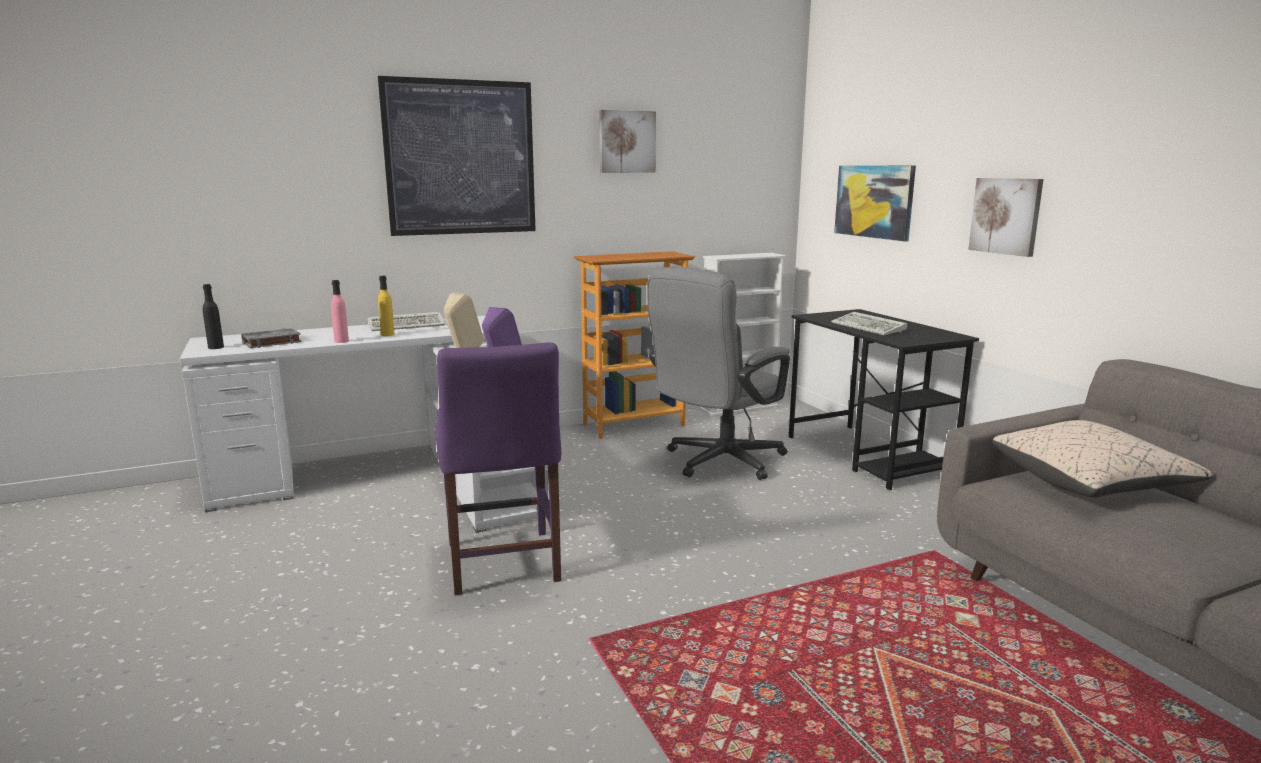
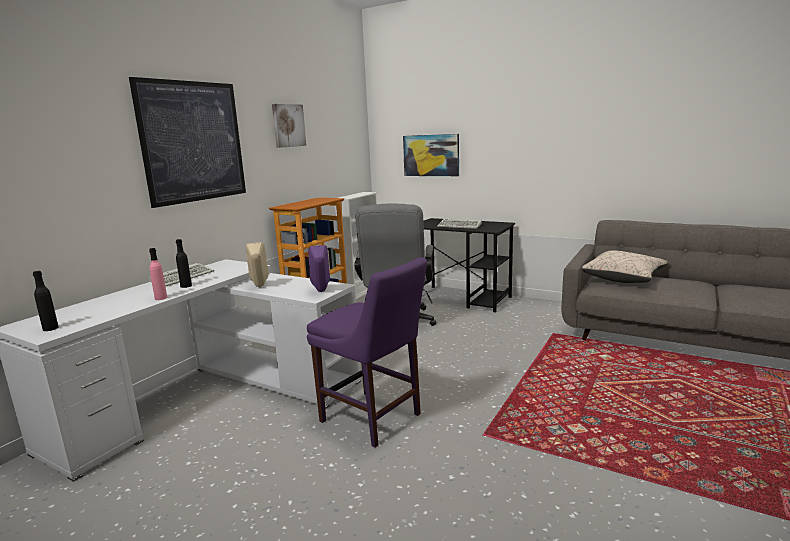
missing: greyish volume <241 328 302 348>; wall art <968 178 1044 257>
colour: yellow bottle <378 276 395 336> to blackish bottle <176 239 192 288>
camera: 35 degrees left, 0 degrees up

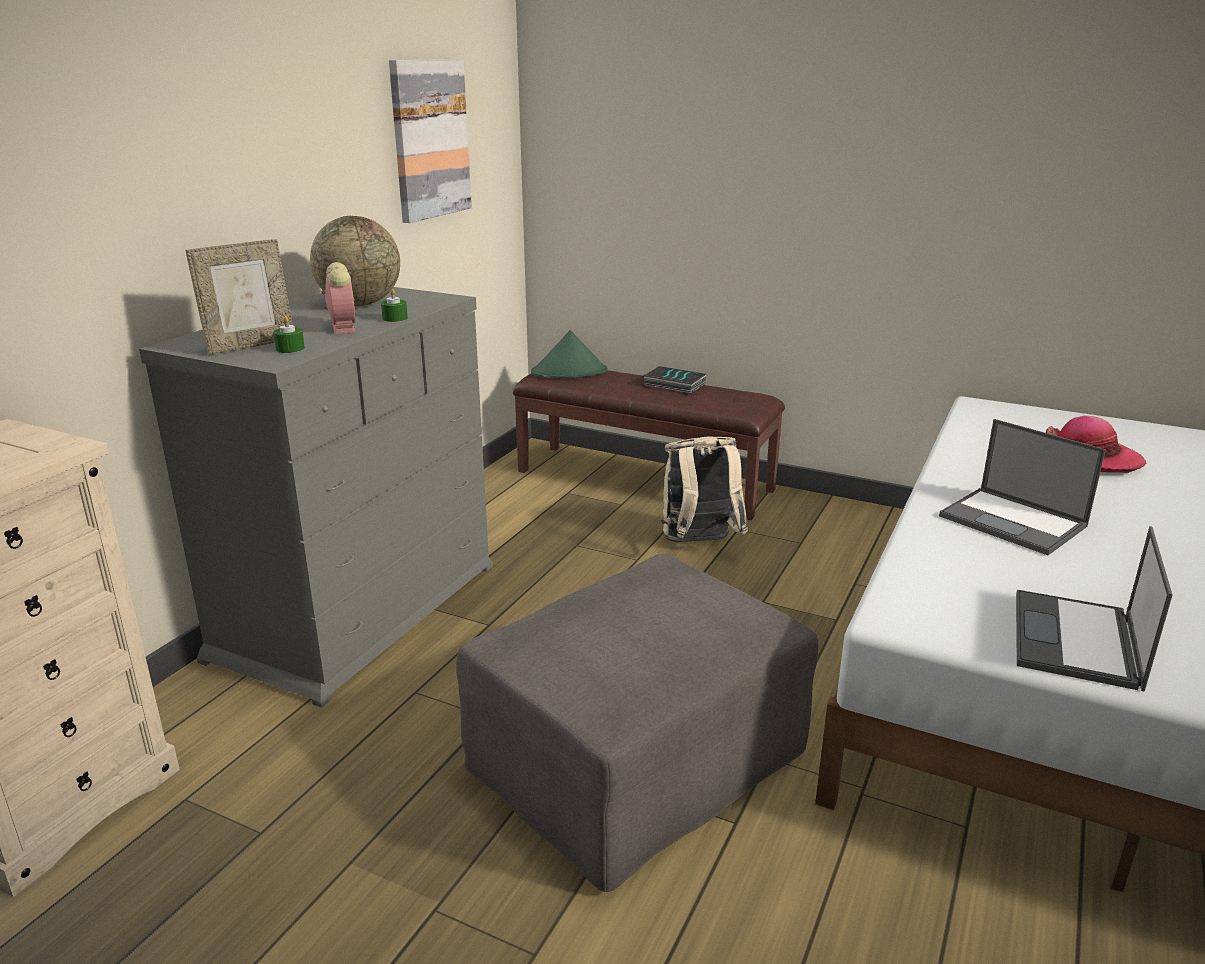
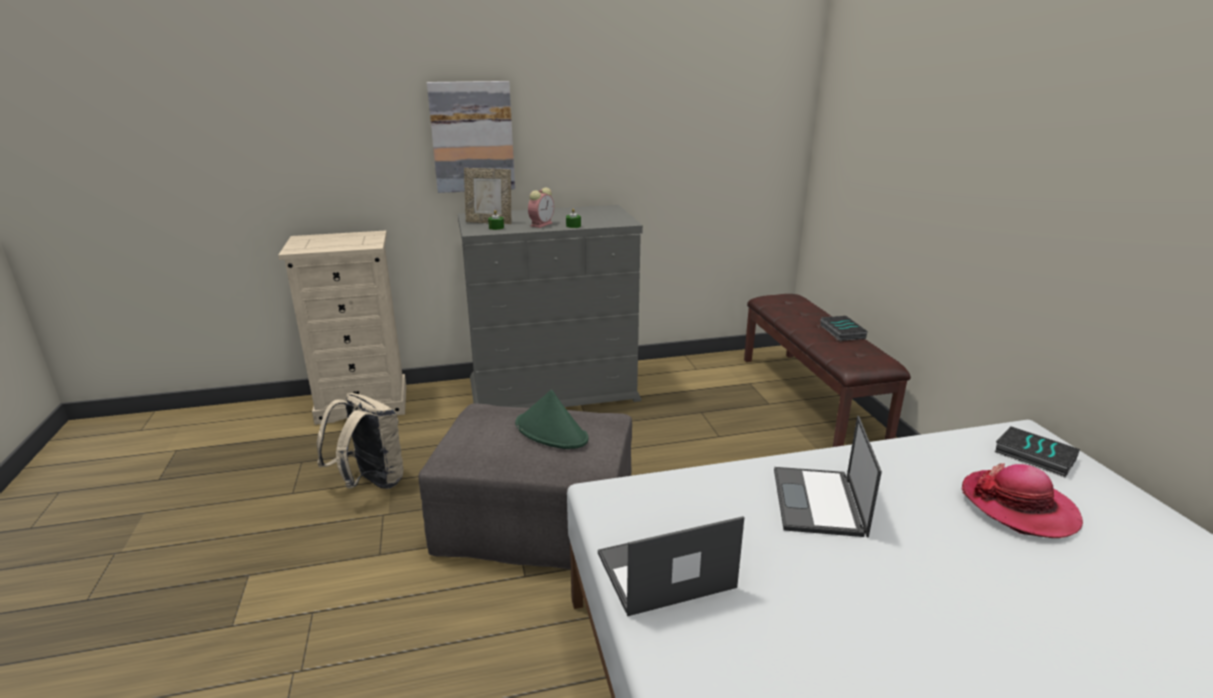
missing: world globe <310 216 400 306>
appeared: volume <995 426 1080 477>
relocated: beige backpack <661 436 748 542> to <317 393 403 489>; wall art <389 59 472 223> to <427 81 515 193>; green clothing hat <531 330 607 378> to <515 390 588 449>
camera: 50 degrees right, 0 degrees up

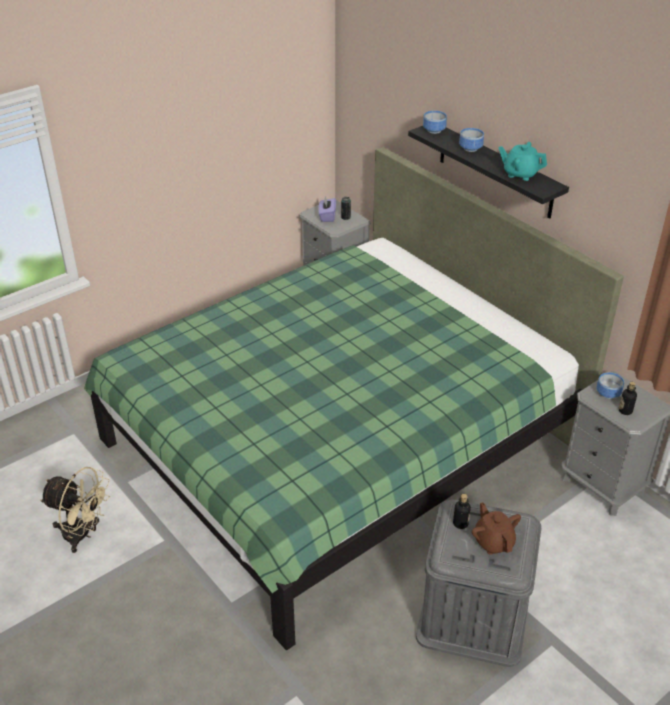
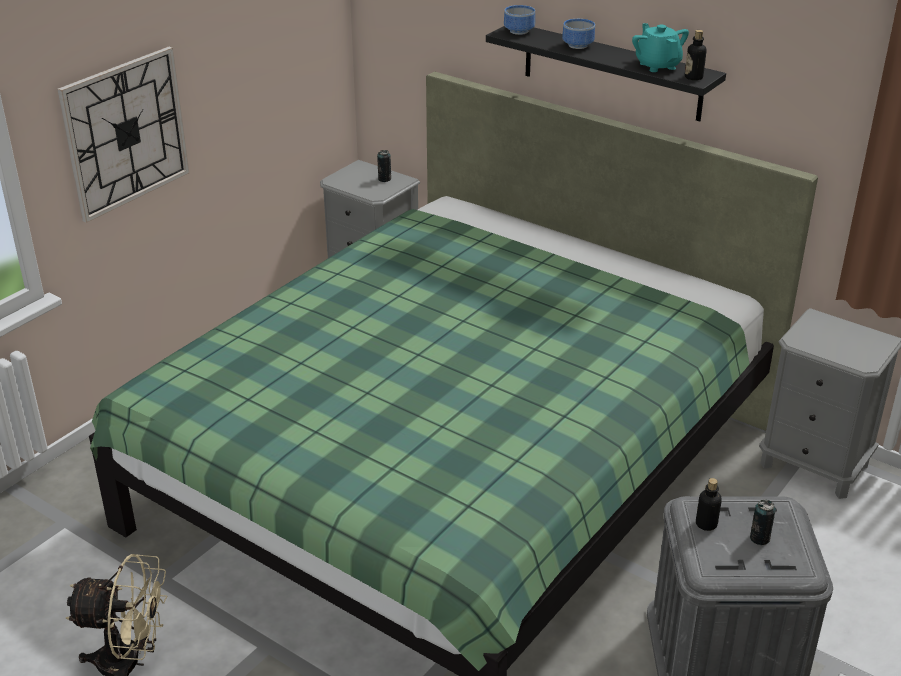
missing: purplish tissue holder <318 196 336 222>; bowl <596 372 624 399>
appeared: wall clock <57 47 189 223>
relocated: bottle <619 382 637 415> to <685 30 707 80>
exchanged: brown-coloured tea pot <472 502 521 555> to metal can <750 500 776 545>
spun: turquoise tea pot <499 142 547 181> = <632 23 689 72> 60 degrees clockwise
camera: 15 degrees left, 5 degrees down

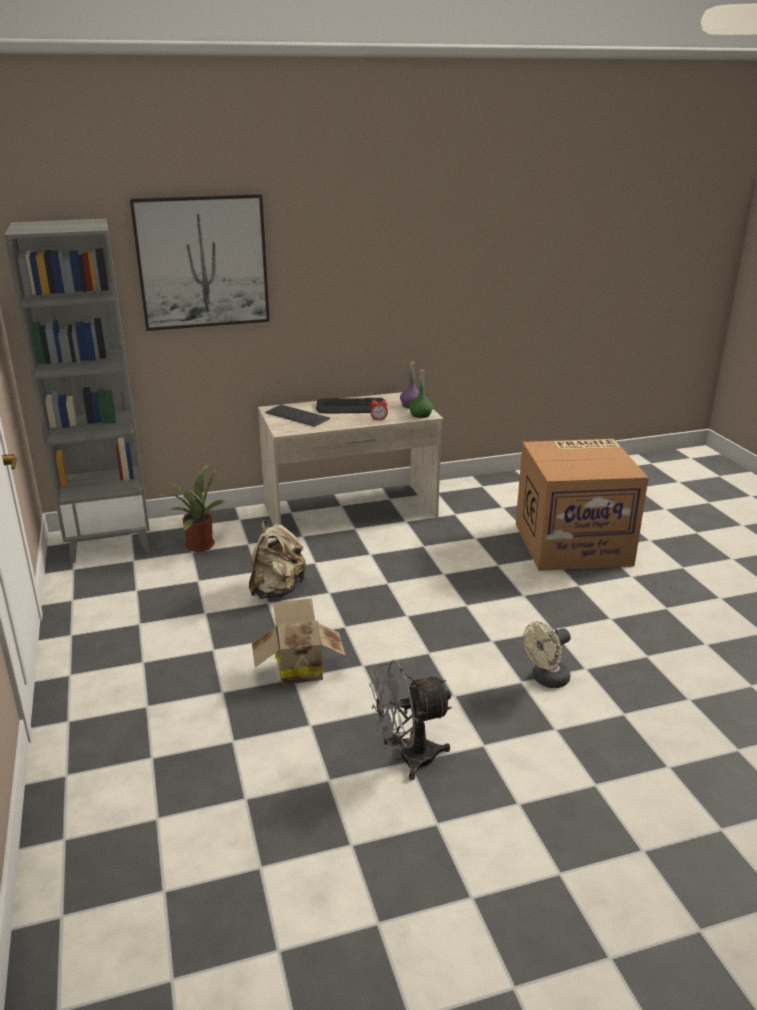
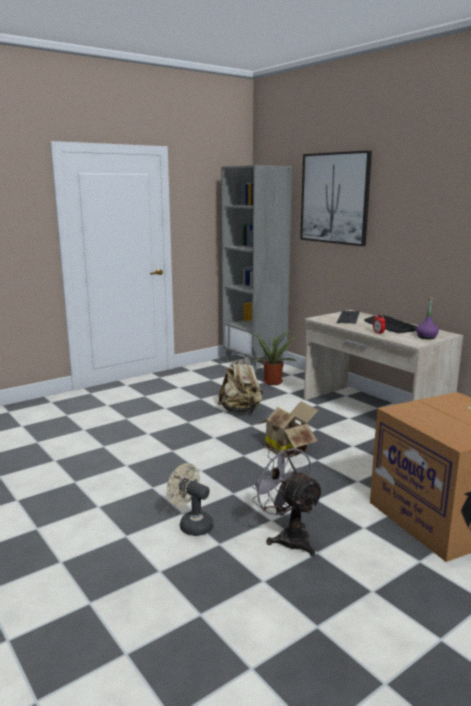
missing: green bottle <409 370 433 418>
relocated: greyish cooling fan <369 660 452 780> to <248 444 324 557>; carton <252 598 346 685> to <259 401 318 458>
camera: 70 degrees right, 10 degrees down

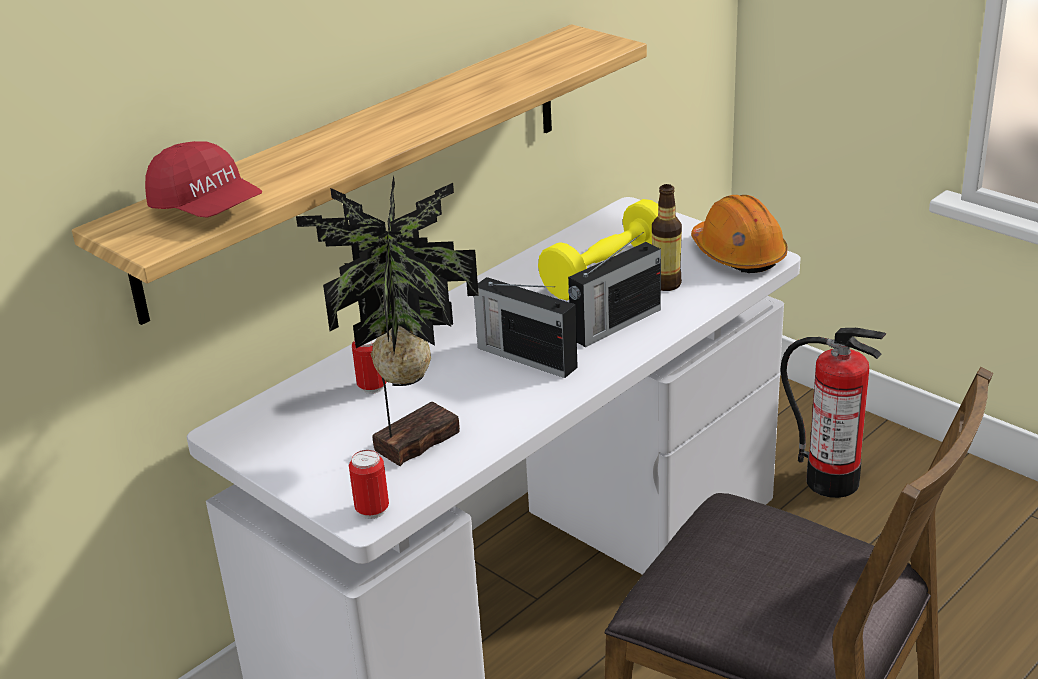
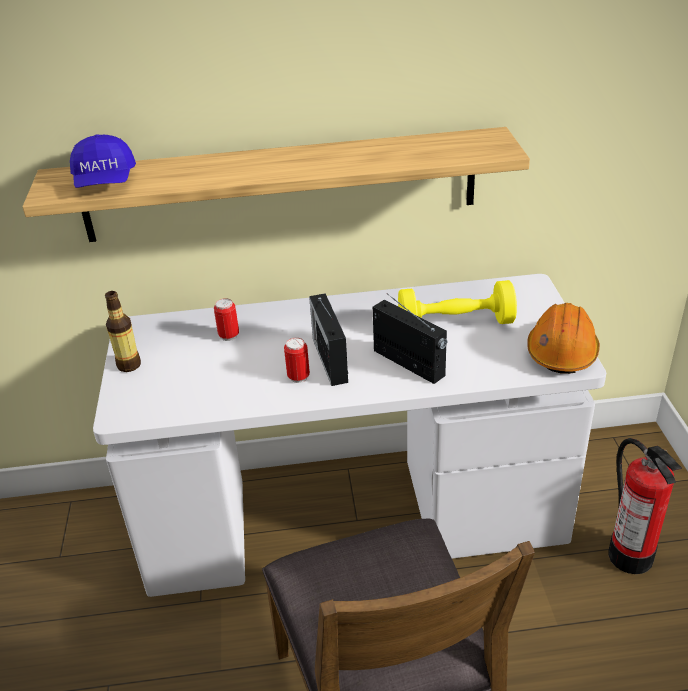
missing: potted plant <296 176 479 466>
relocated: bottle <652 184 682 291> to <105 291 141 372>; metal can <349 450 389 519> to <284 338 310 383>
colour: reddish peaked cap <145 141 262 218> to blue peaked cap <70 134 136 188>
spun: radio <568 232 661 347> = <373 295 447 384> 135 degrees counterclockwise
camera: 40 degrees right, 5 degrees up

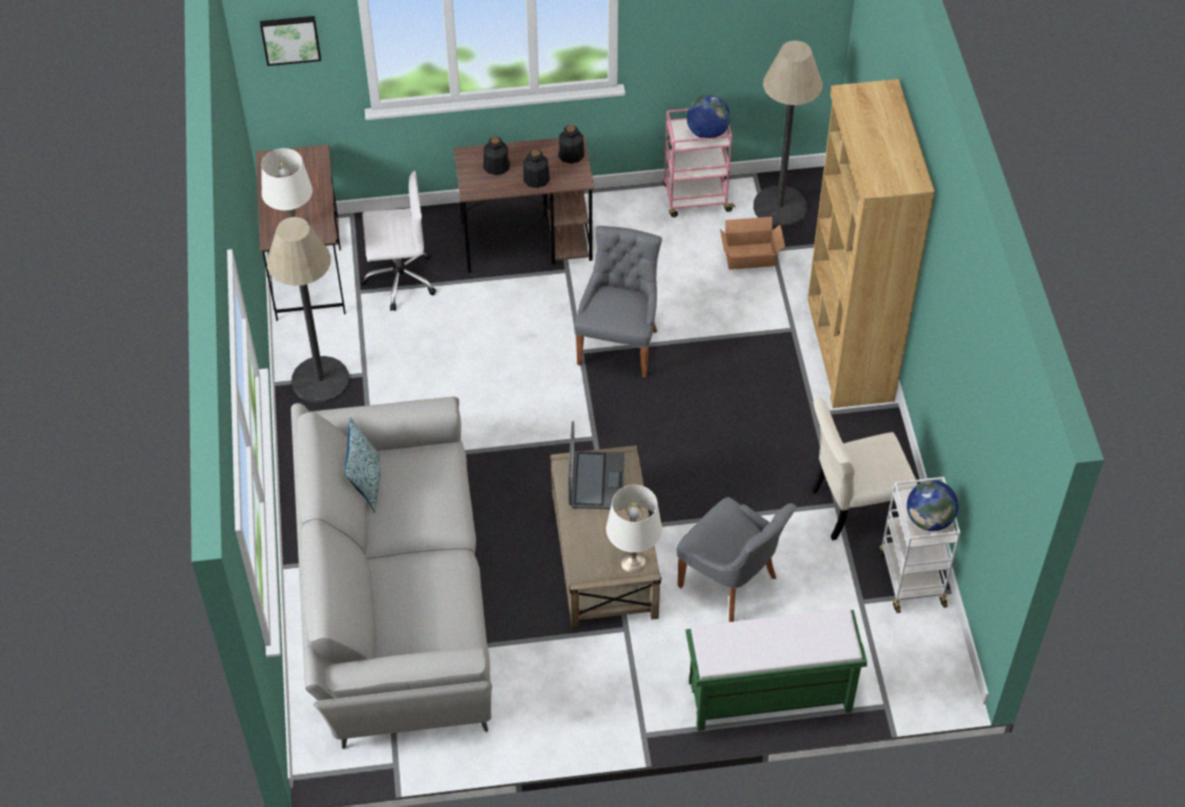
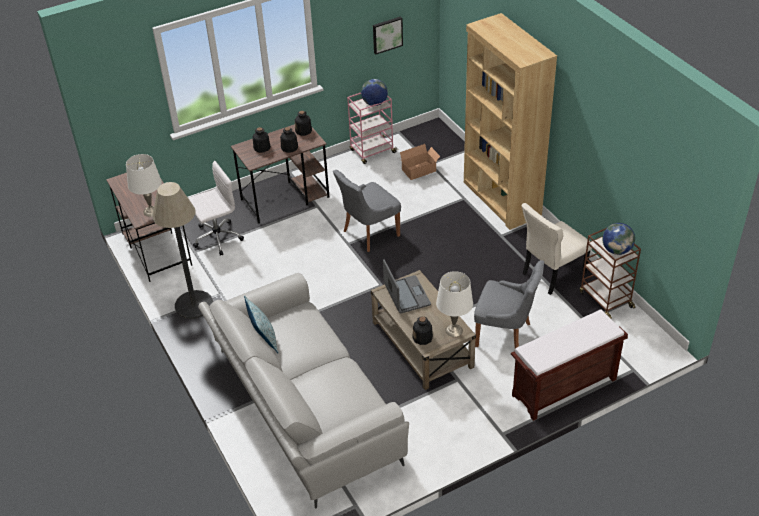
missing: standing lamp <753 40 823 227>
appeared: bottle <412 316 433 345>
relocated: wall art <260 16 321 66> to <373 16 403 54>
colour: green indoor bench <686 608 867 731> to brown-coloured indoor bench <511 309 628 421>; whitish cart <879 477 961 613> to brown-coloured cart <580 228 641 319>
spun: greyish upright chair <574 226 662 378> = <333 170 401 252> 120 degrees counterclockwise
camera: 20 degrees left, 10 degrees down

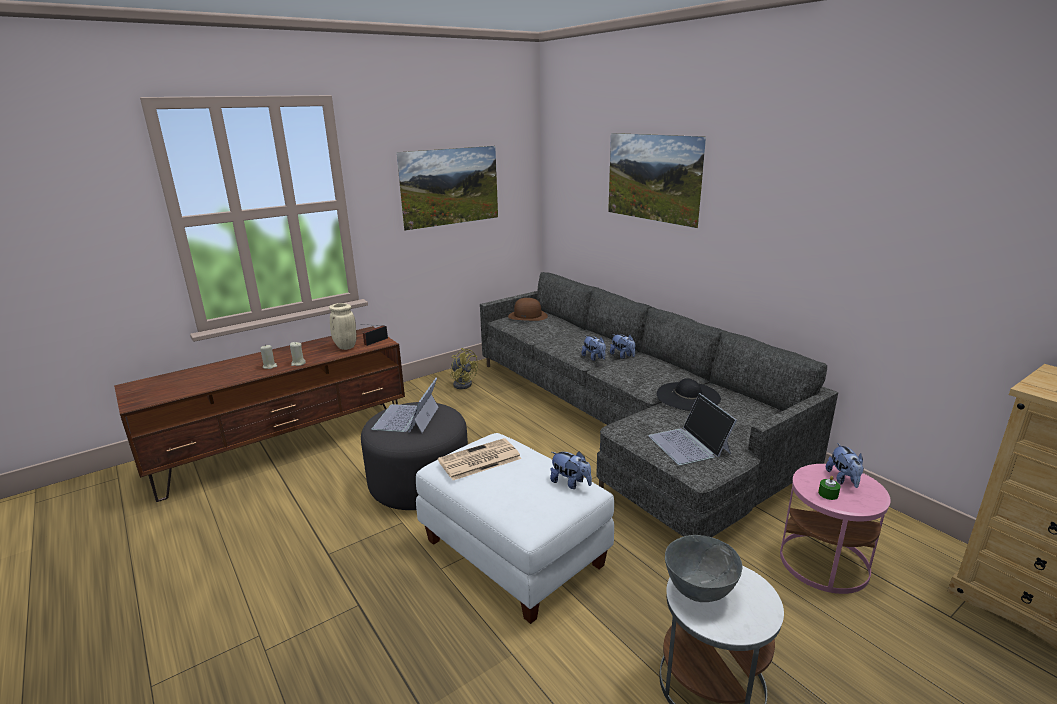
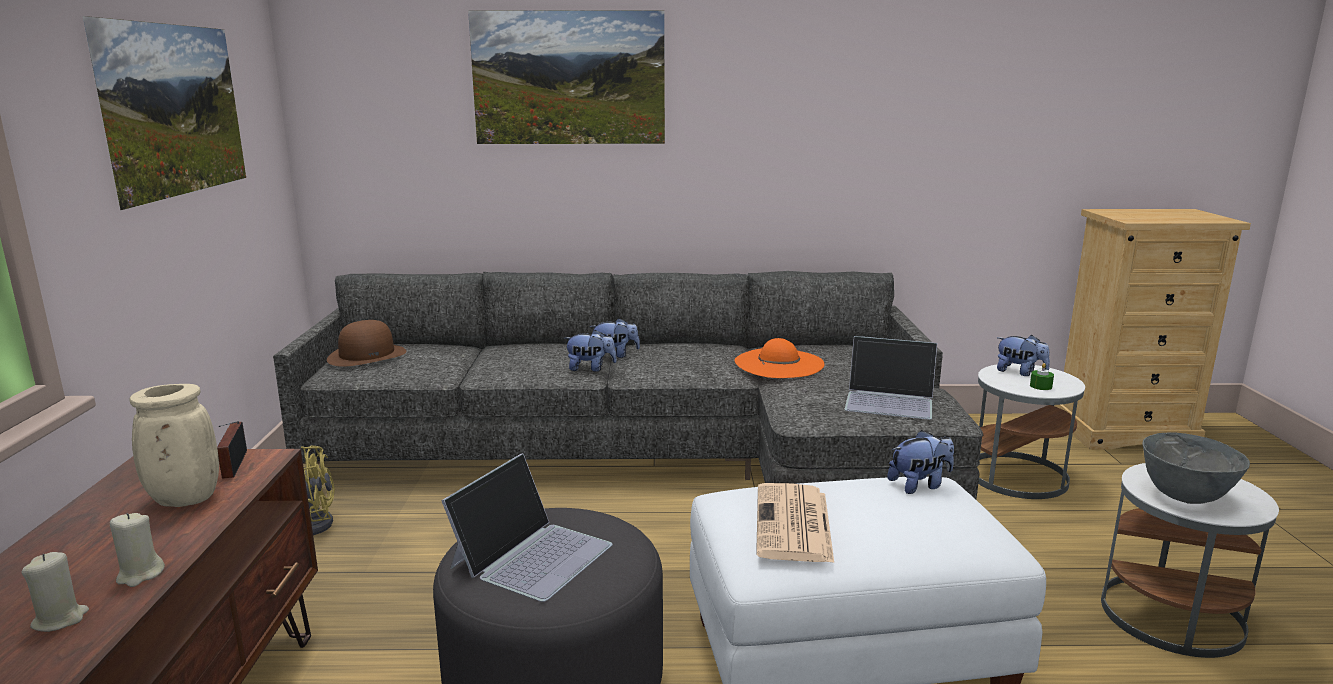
colour: blackish clothing hat <657 378 721 411> to orangey clothing hat <734 338 824 378>; pink-coloured accent table <780 464 891 594> to whitish accent table <978 363 1085 499>
spun: notebook computer <372 378 438 433> = <441 453 613 602> 105 degrees counterclockwise
camera: 55 degrees left, 5 degrees down

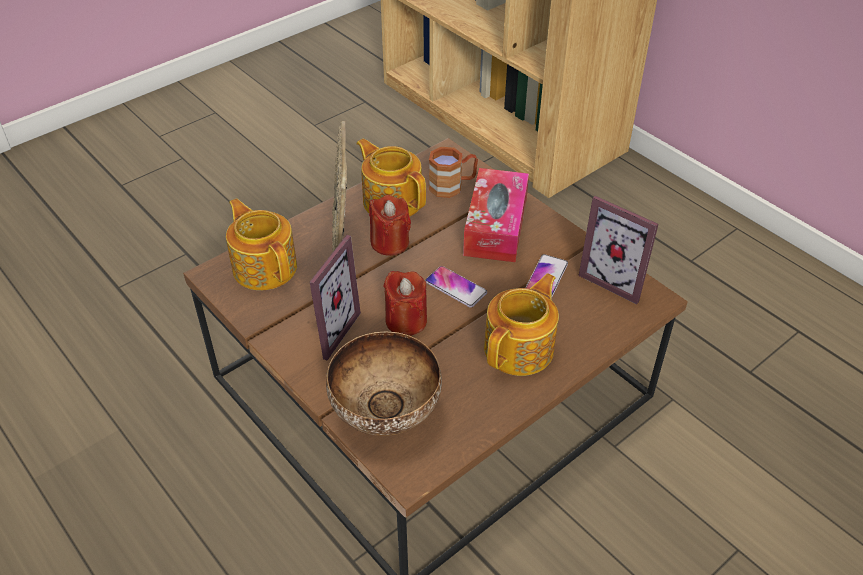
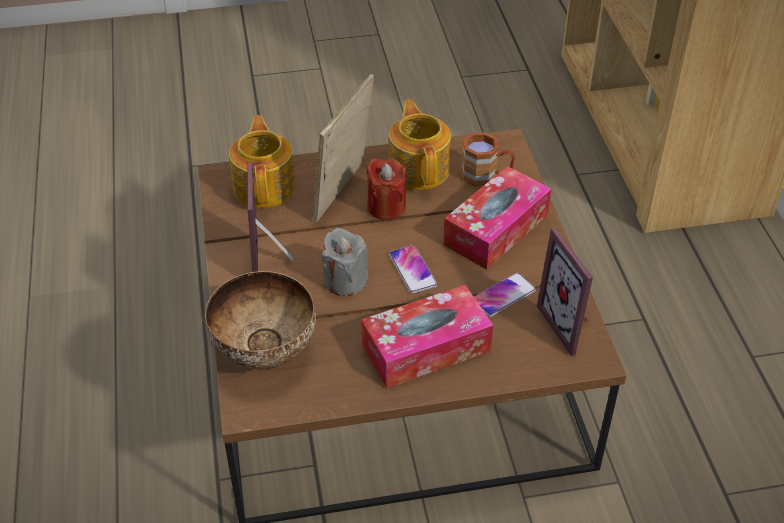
exchanged: tea pot <484 274 559 376> to tissue holder <361 285 493 388>
colour: reddish wax light <383 271 427 336> to greyish wax light <322 228 368 296>
spun: standing frame <310 235 361 360> = <247 162 293 272> 120 degrees clockwise
camera: 30 degrees right, 0 degrees up

